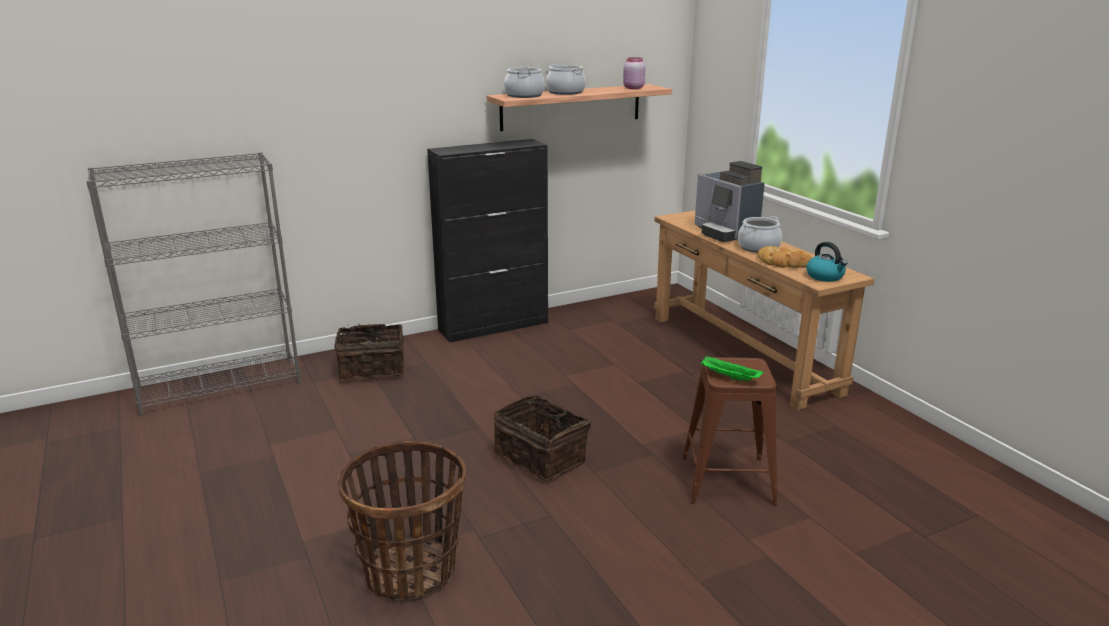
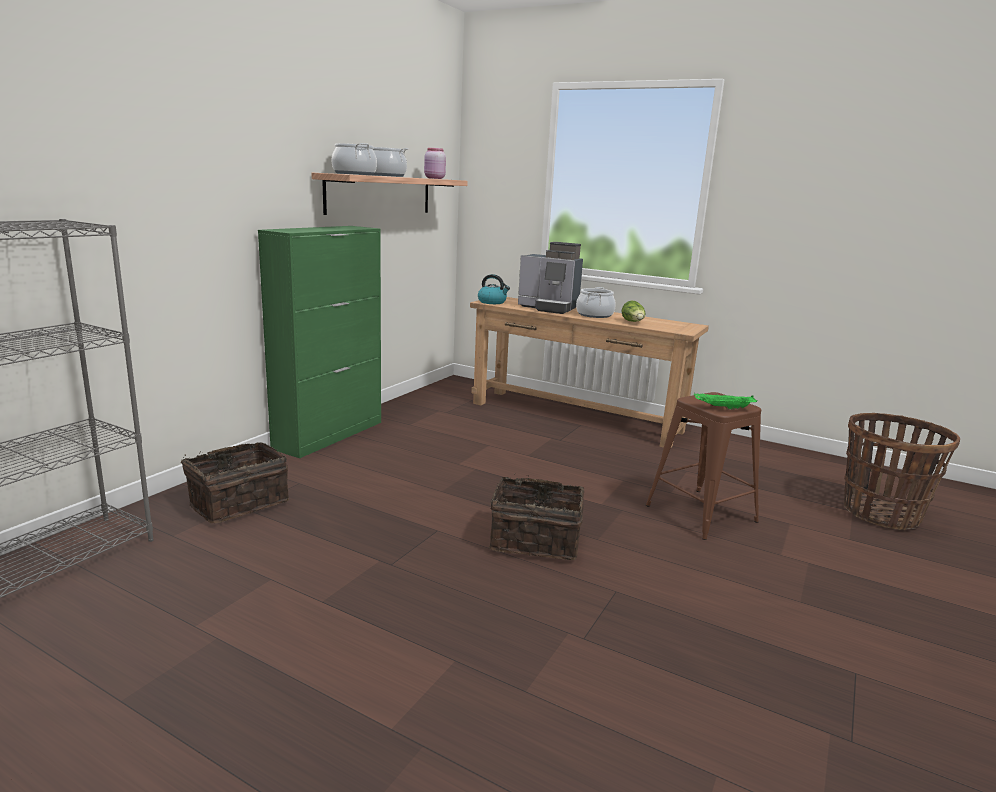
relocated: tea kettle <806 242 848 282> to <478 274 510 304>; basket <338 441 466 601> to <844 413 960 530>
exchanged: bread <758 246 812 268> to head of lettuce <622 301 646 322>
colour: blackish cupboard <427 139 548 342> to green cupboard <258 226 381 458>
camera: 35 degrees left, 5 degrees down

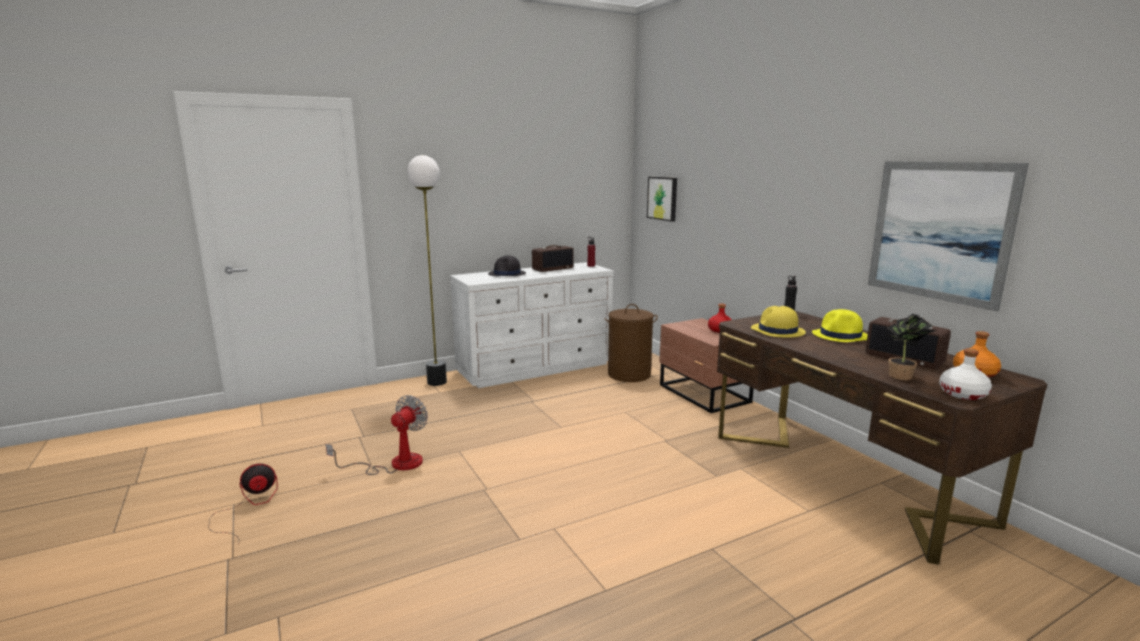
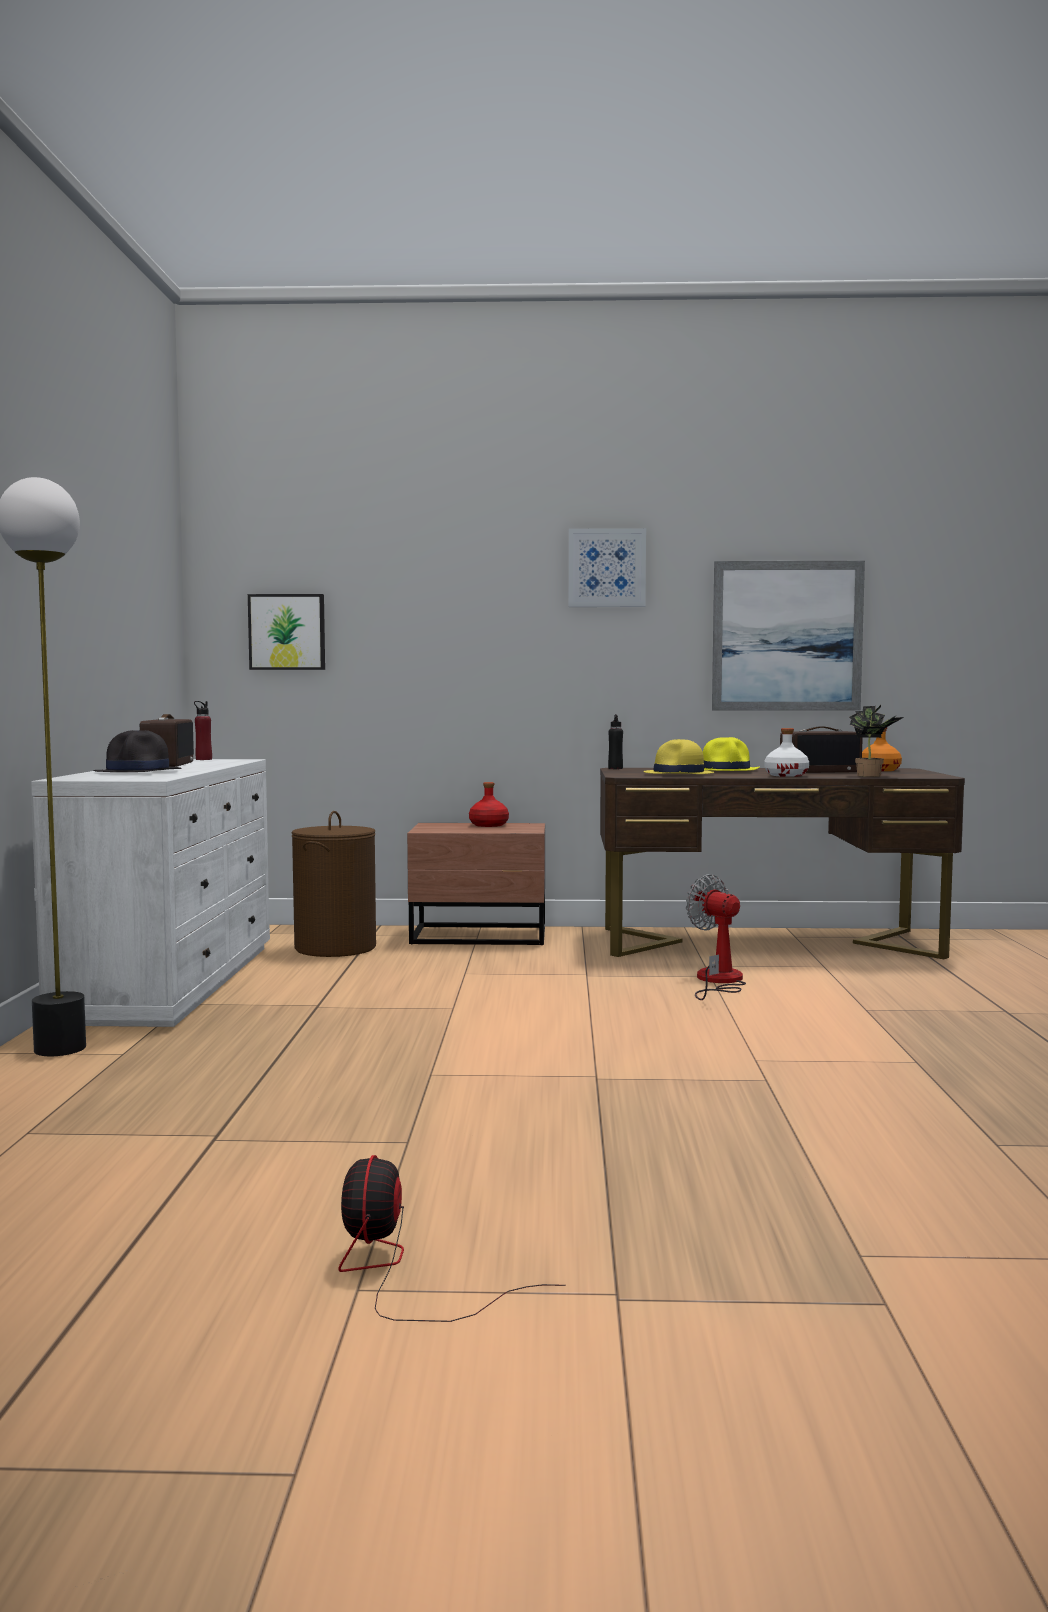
appeared: wall art <569 528 646 607>
relocated: cooling fan <326 395 428 475> to <686 874 746 1000>; whitish bottle <939 348 992 400> to <764 728 809 777>
camera: 60 degrees left, 10 degrees down

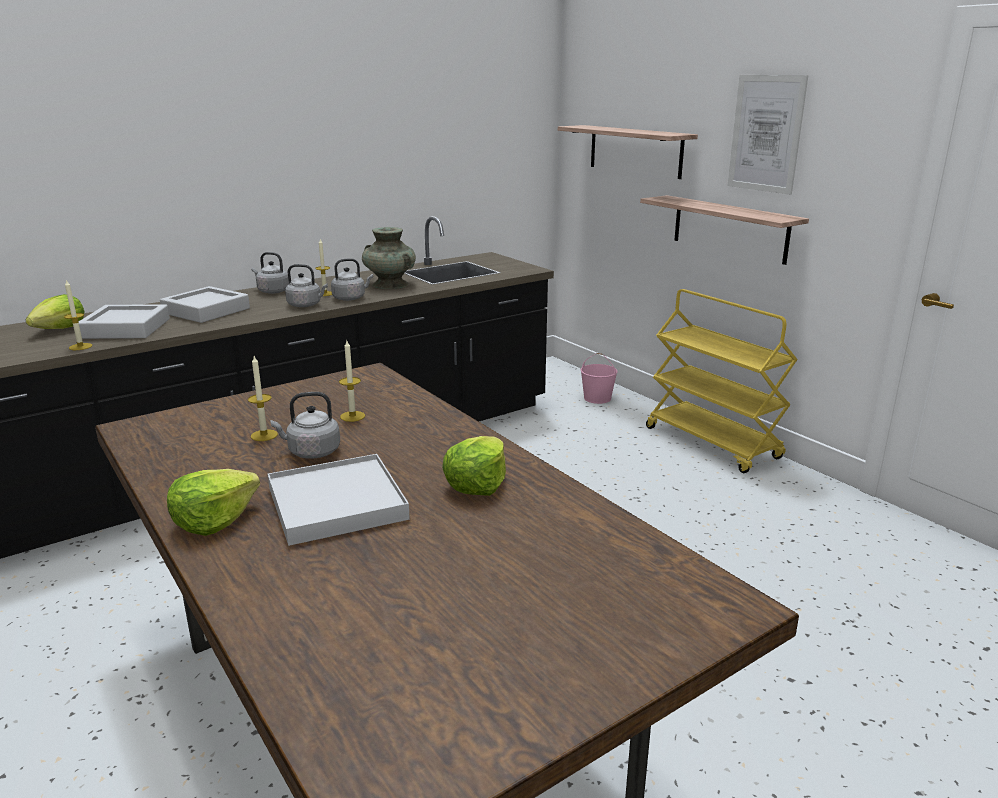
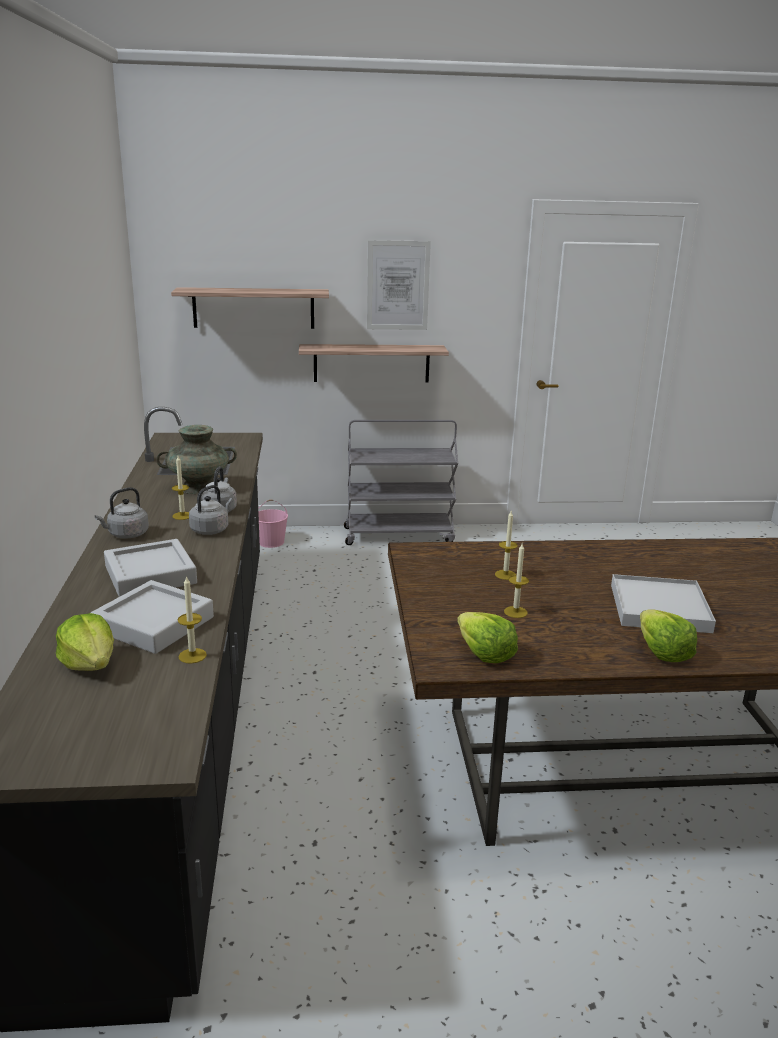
missing: greyish tea kettle <270 392 340 459>
relocated: head of lettuce <442 436 506 496> to <457 612 518 663>
colour: yellow cart <646 289 798 473> to greyish cart <344 420 458 545>
camera: 60 degrees left, 0 degrees up

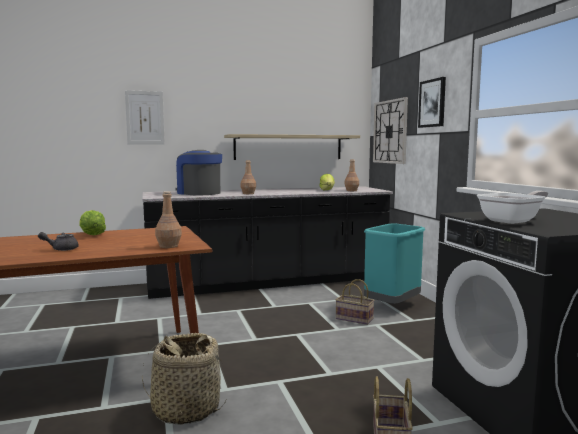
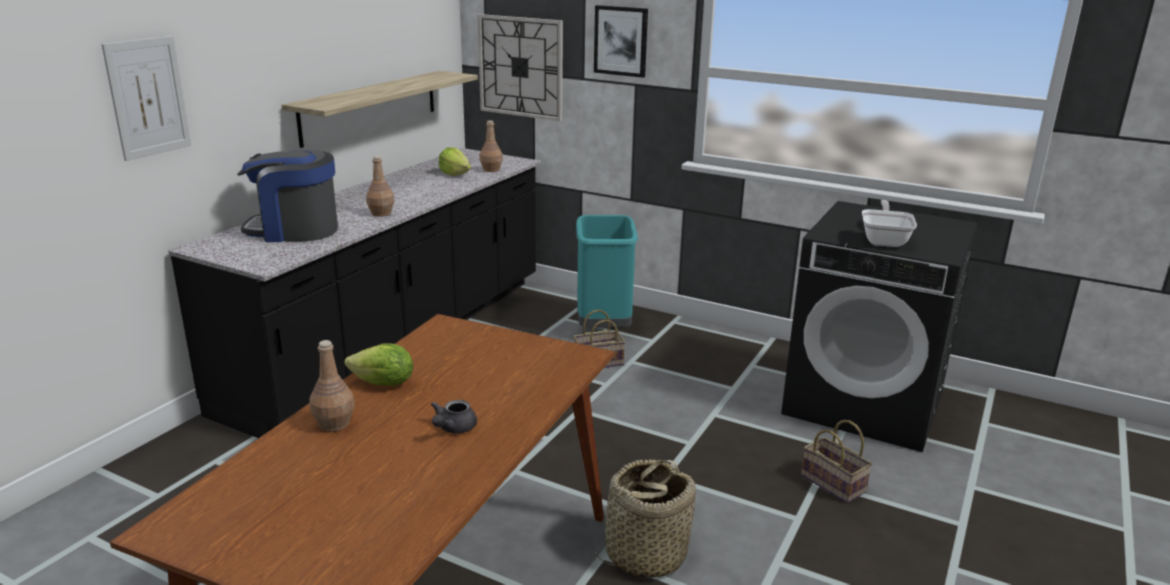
relocated: brown-coloured bottle <155 191 182 248> to <309 340 354 432>
camera: 45 degrees left, 15 degrees up

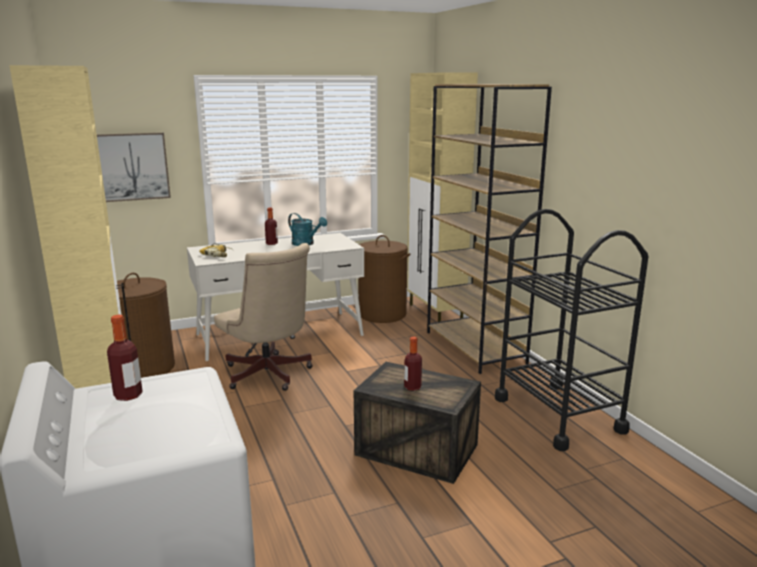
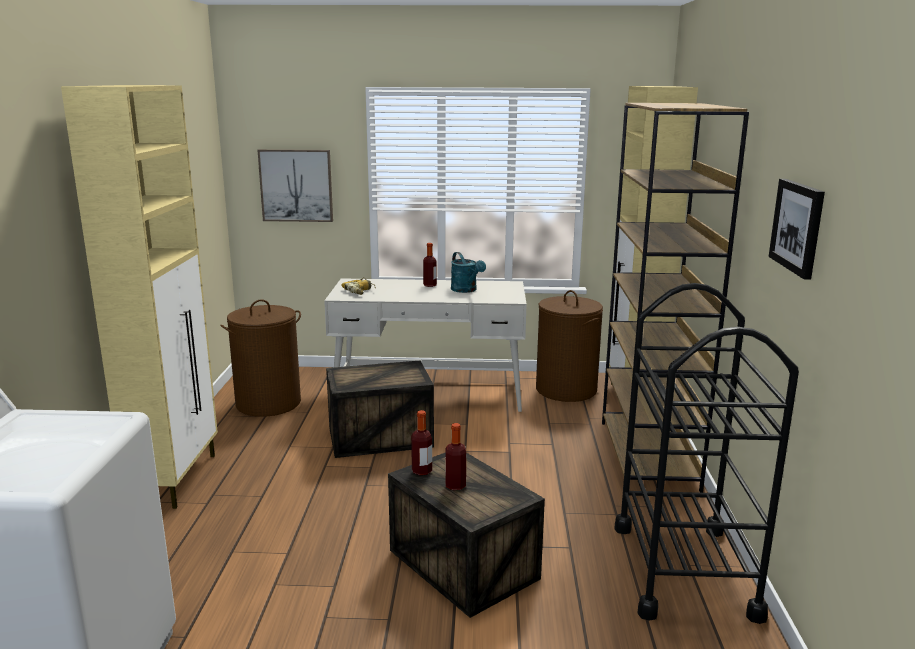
appeared: wall art <769 179 825 279>
relocated: bottle <107 315 143 401> to <411 410 432 475>
exchanged: beige desk chair <214 243 313 391> to shipping crate <326 361 434 458>
camera: 25 degrees right, 0 degrees up

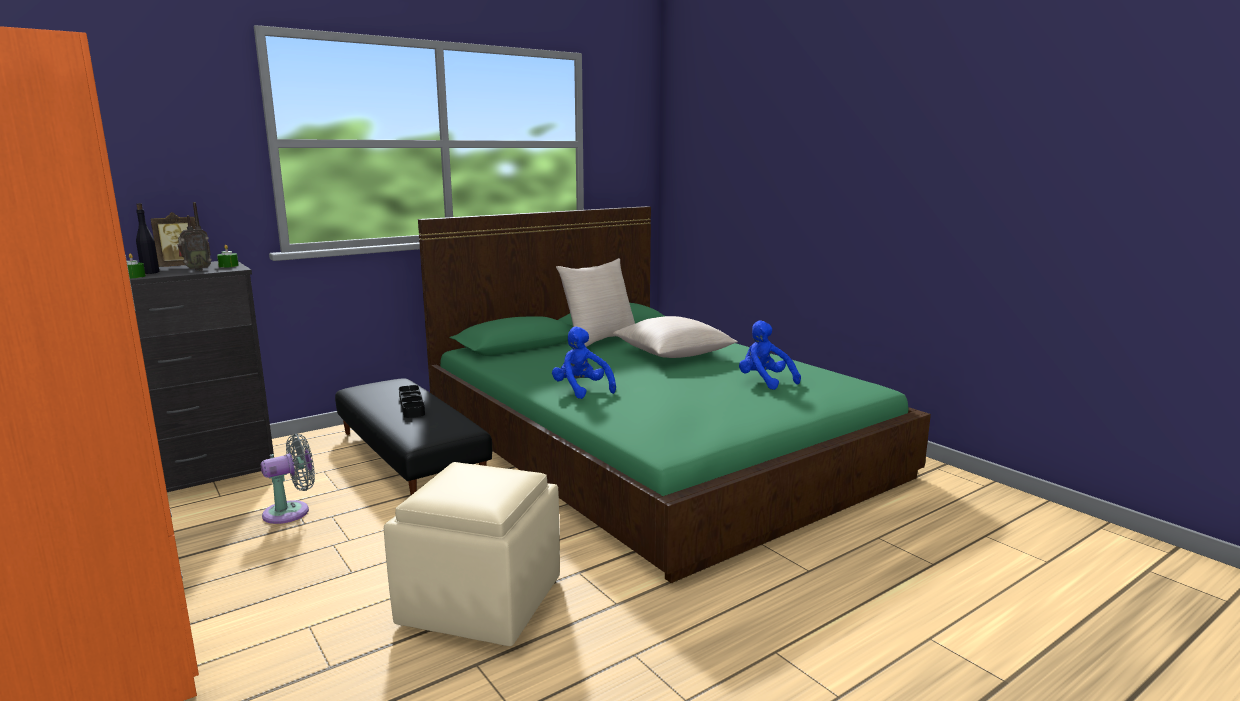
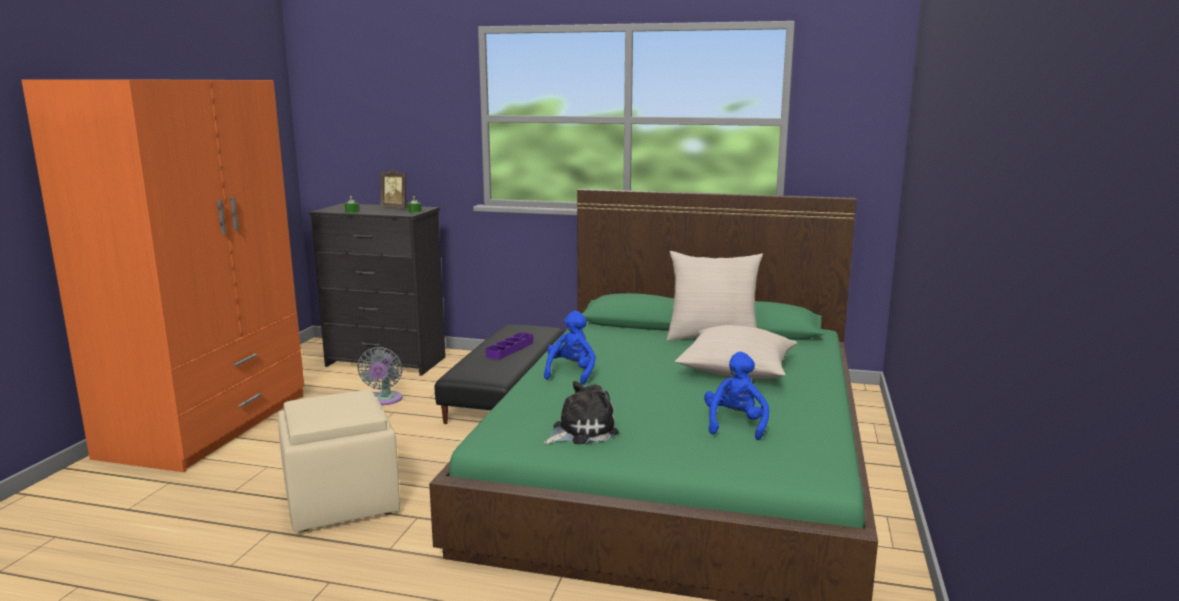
missing: blackish bottle <136 203 160 274>; radio <177 202 212 271>
appeared: cuddly toy <544 381 619 444>
colour: blackish carrying tray <399 385 425 418> to purplish carrying tray <486 333 533 360>
spun: greyish cooling fan <261 434 315 524> = <357 347 403 405> 75 degrees clockwise
camera: 50 degrees right, 0 degrees up

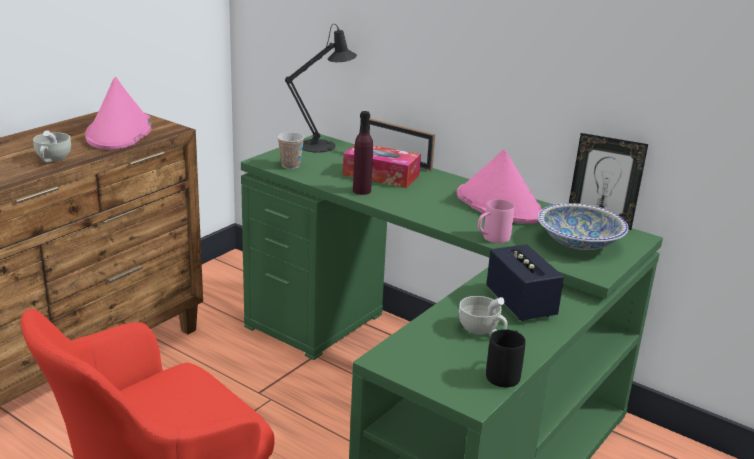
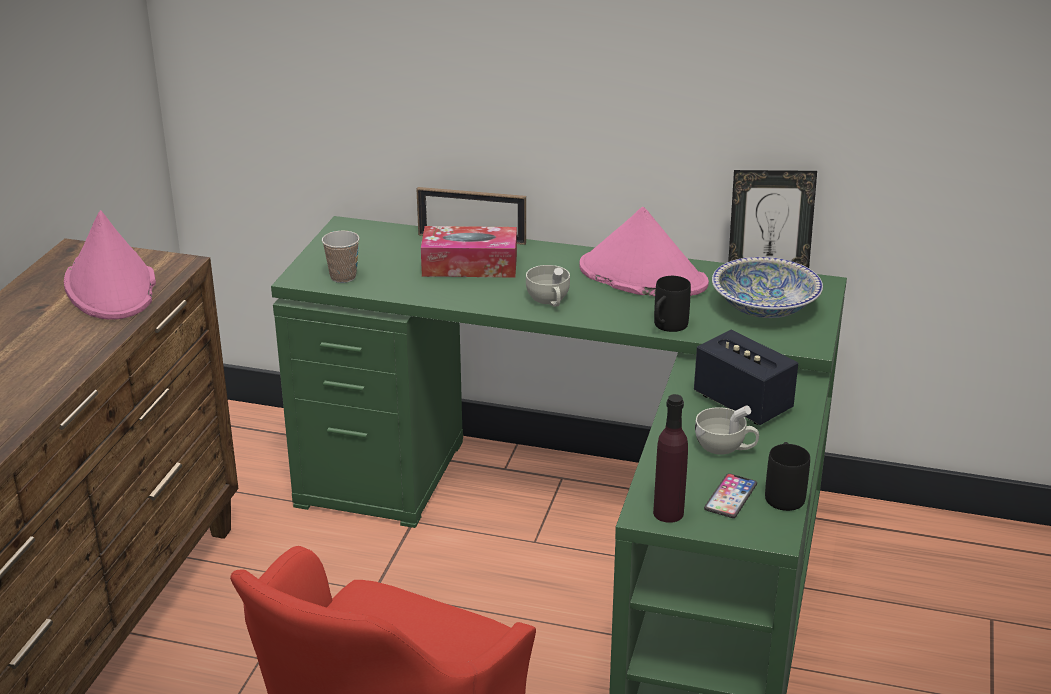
missing: blackish lamp for a table <285 24 357 153>
appeared: phone <704 473 757 518>
relocated: whitish cup <33 130 71 162> to <526 265 570 307>; purplish bottle <353 111 373 195> to <653 394 688 523>
colour: pink-coloured mug <478 199 514 243> to blackish mug <654 276 691 332>
camera: 20 degrees left, 5 degrees up

